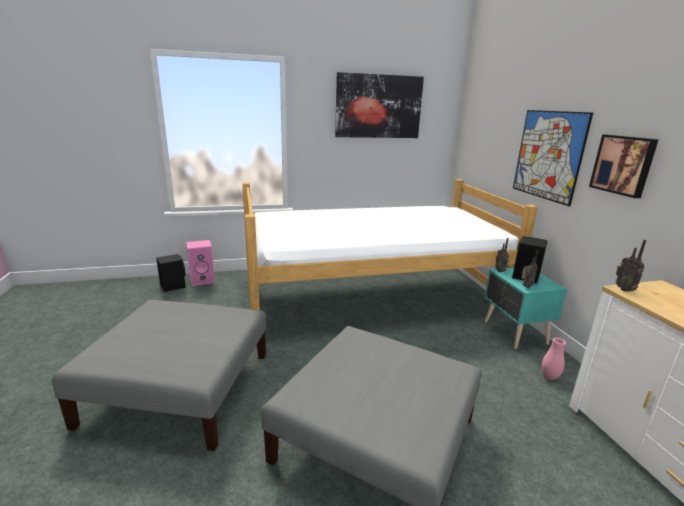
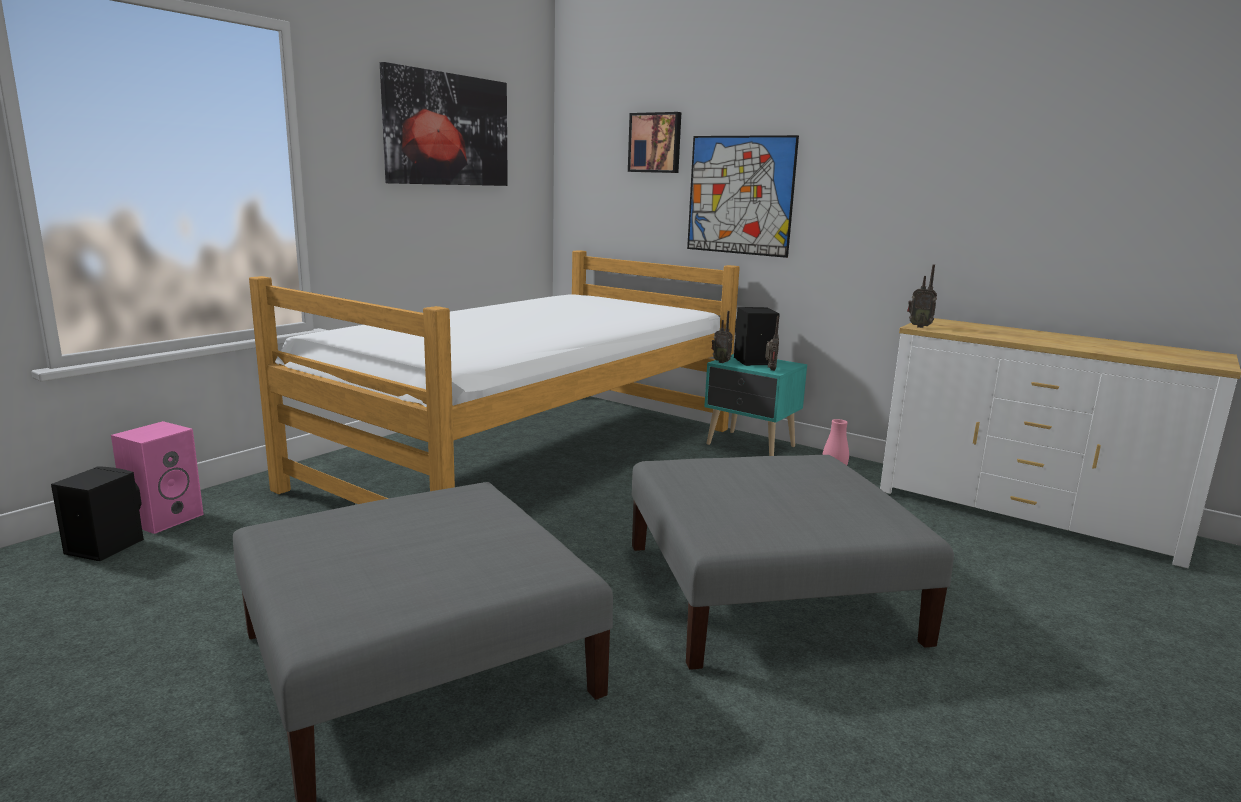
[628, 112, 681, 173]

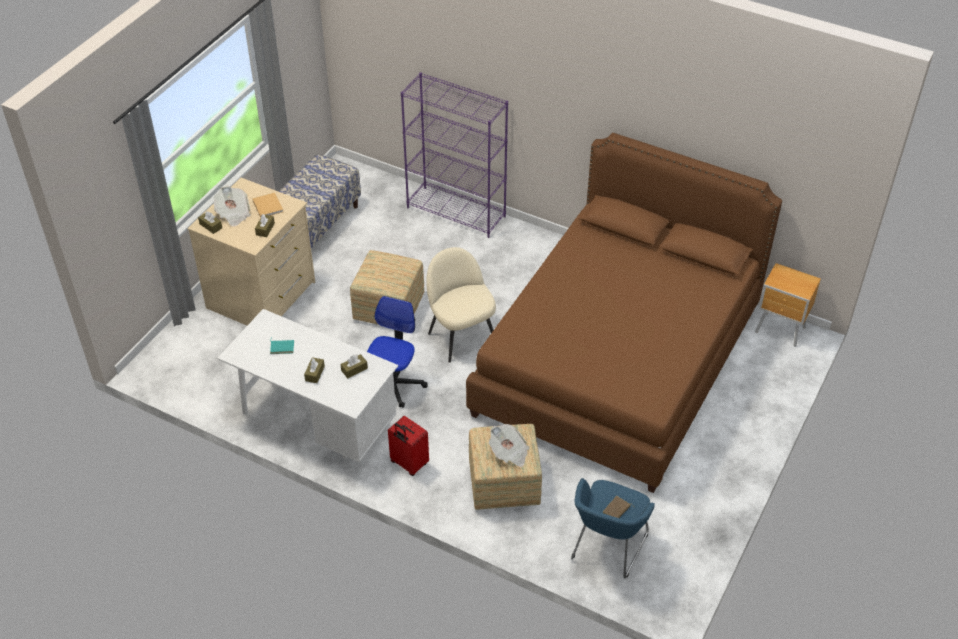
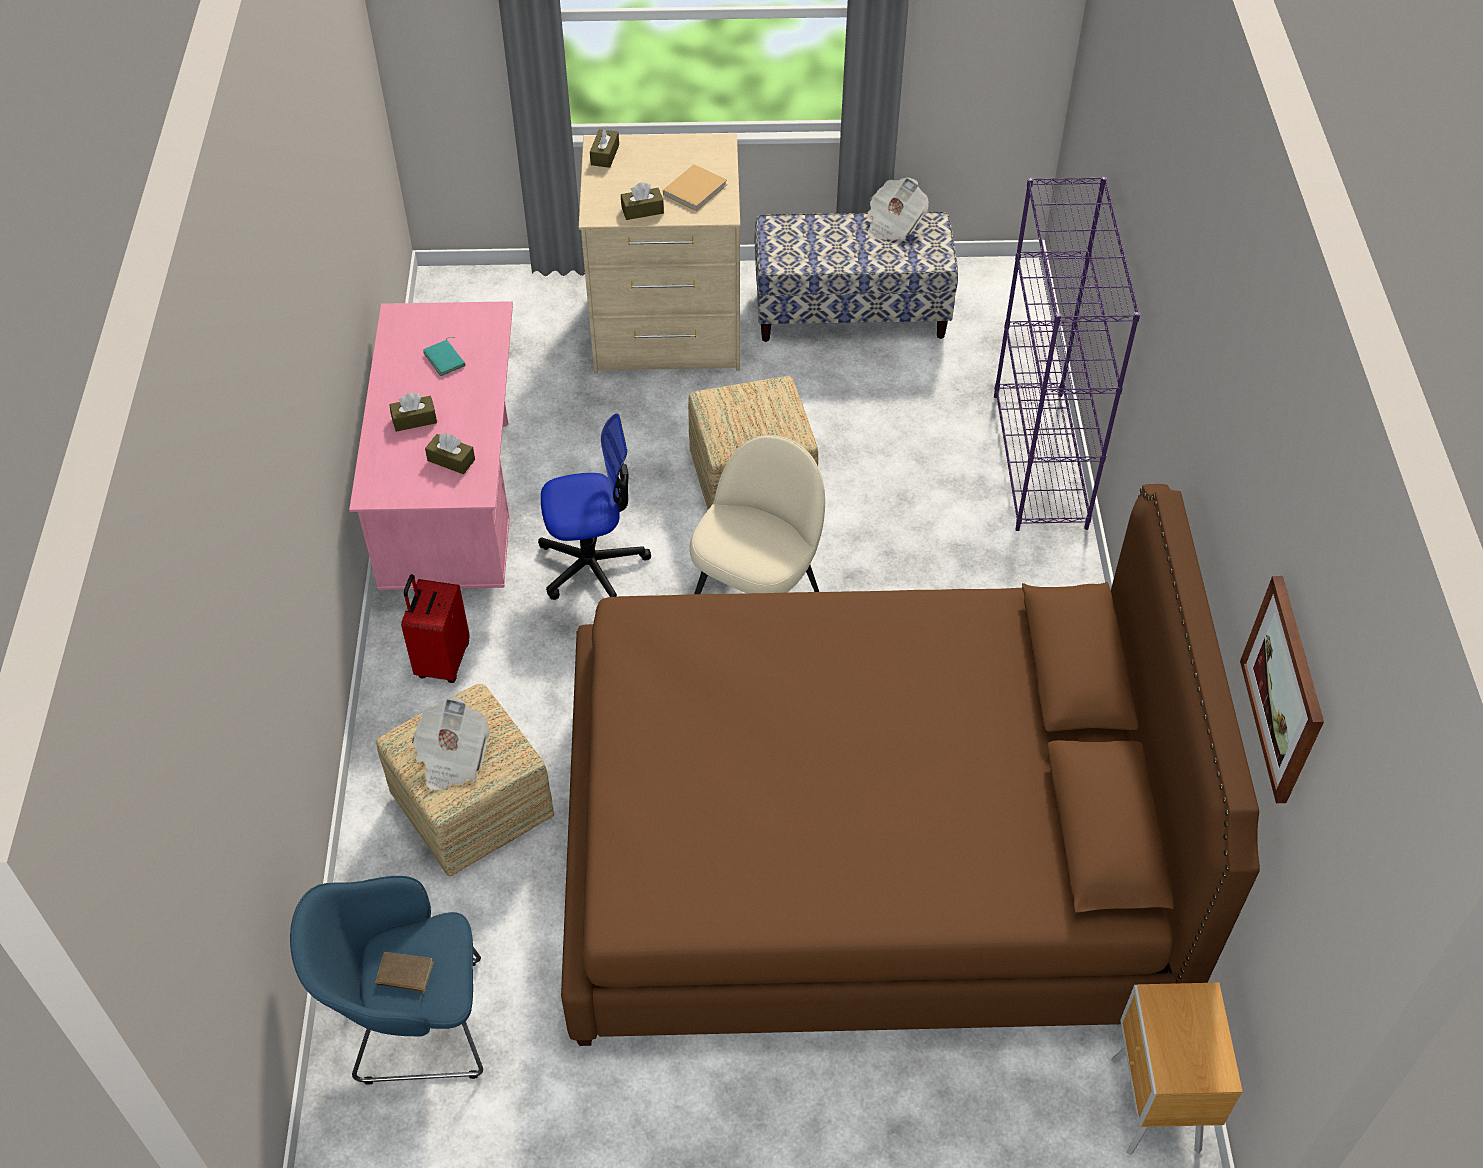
[867, 177, 929, 241]
[349, 301, 513, 590]
[1240, 576, 1324, 803]

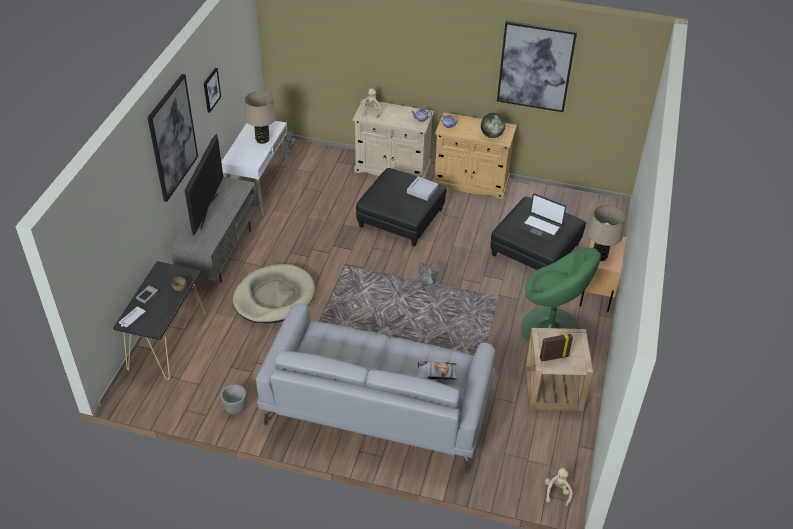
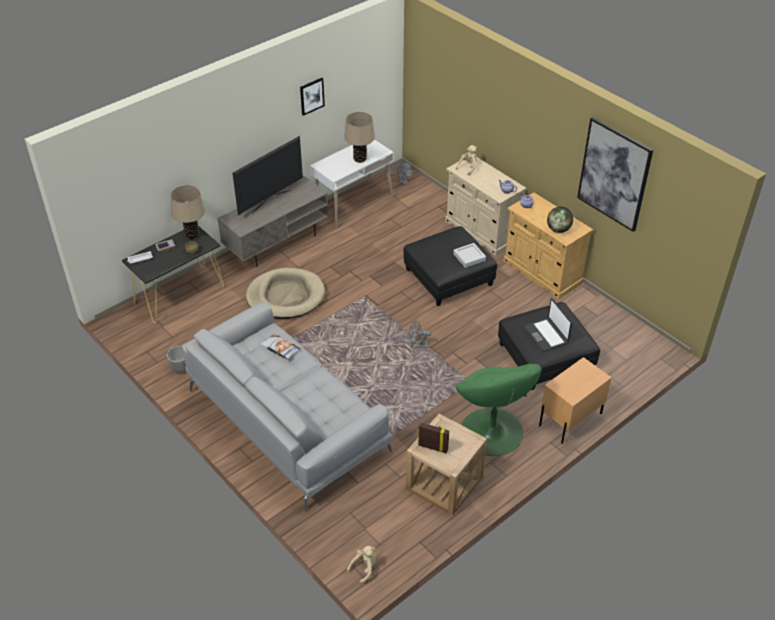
[147, 74, 198, 202] (first image)
[260, 334, 301, 360]
[171, 185, 205, 239]

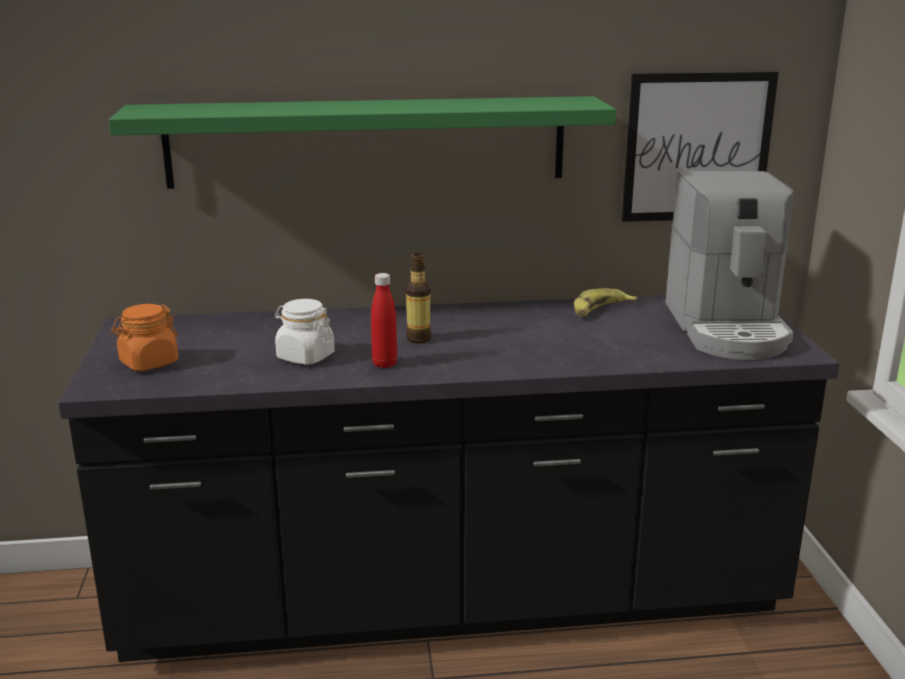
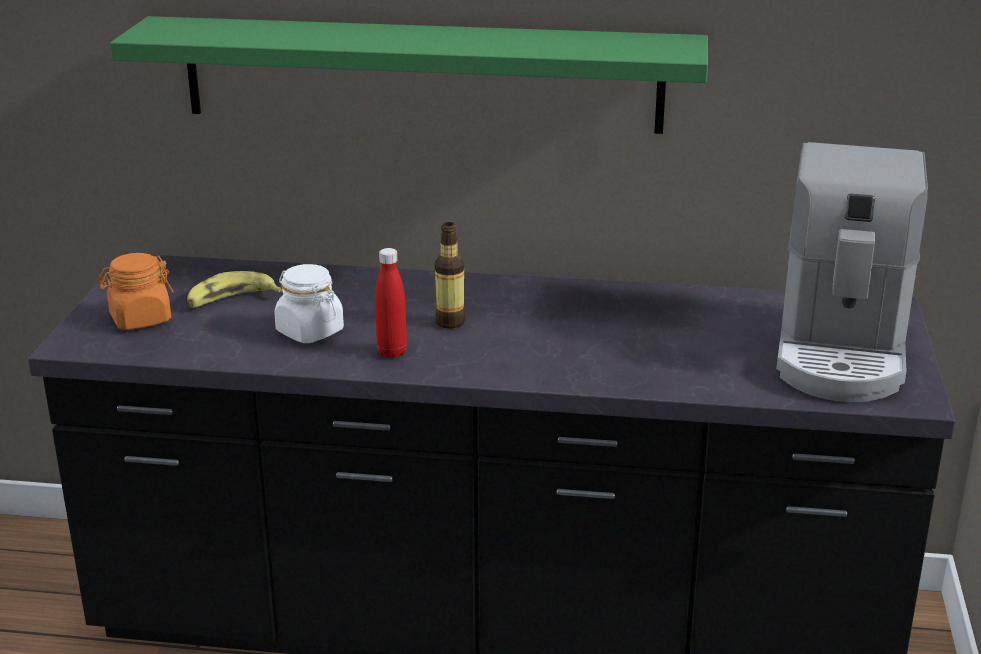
[187, 271, 282, 308]
[622, 71, 779, 222] (first image)

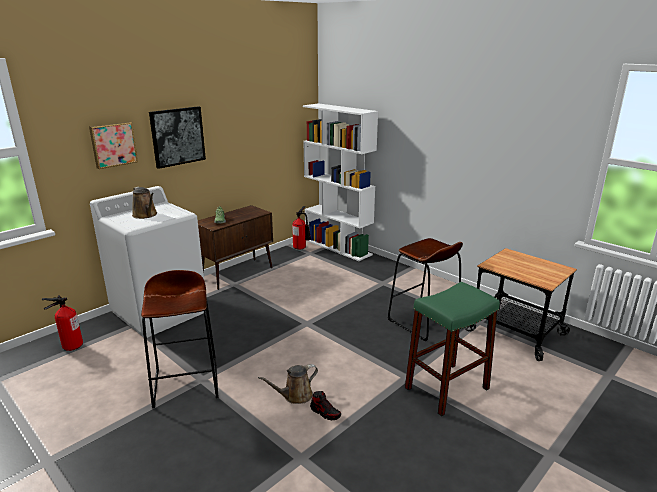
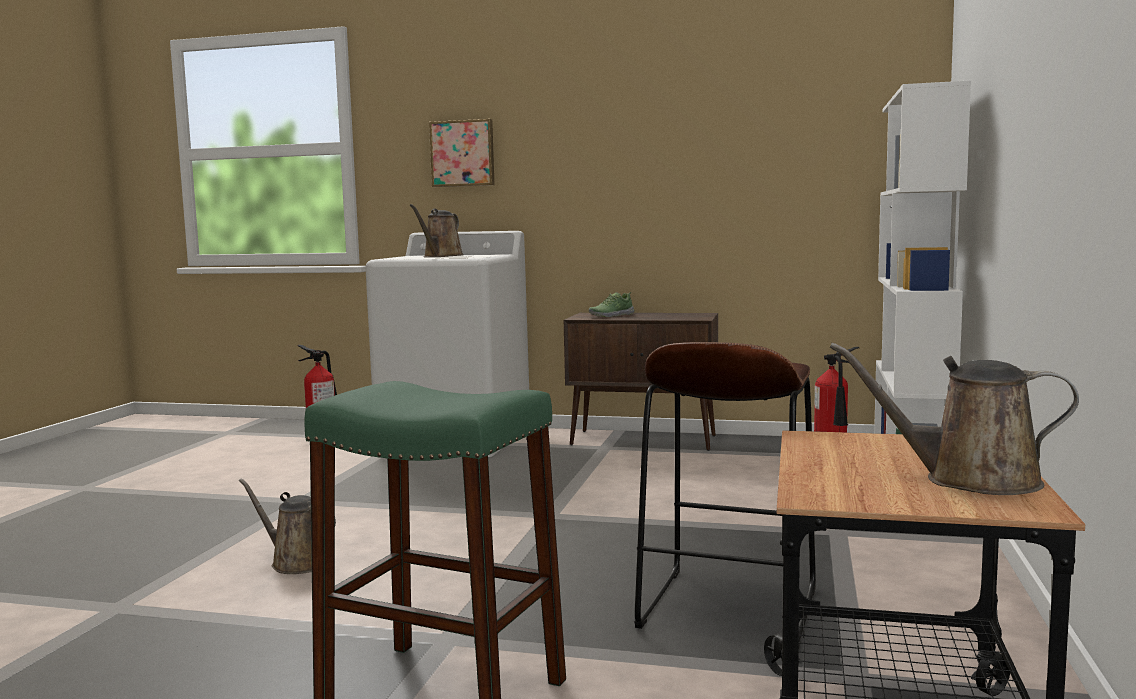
[141, 270, 219, 408] (first image)
[149, 106, 206, 169] (first image)
[310, 391, 341, 420] (first image)
[830, 343, 1079, 495]

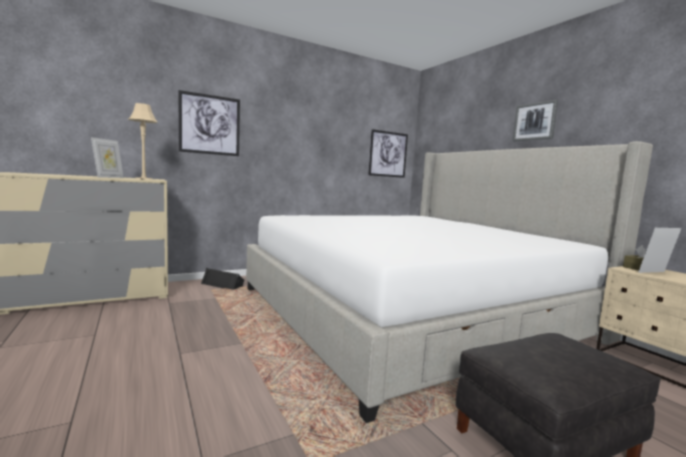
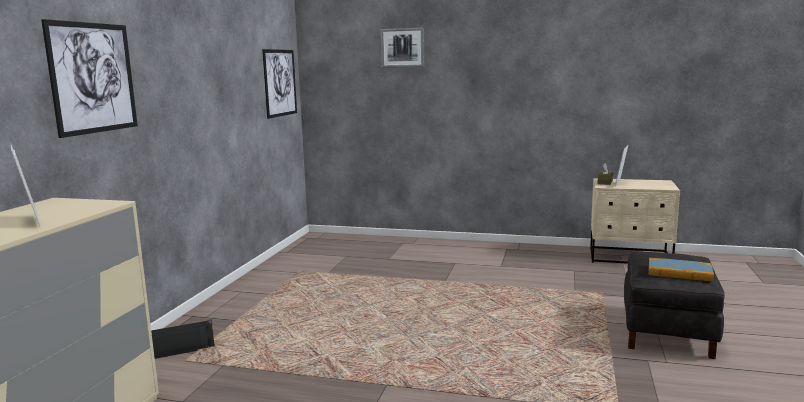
[128, 103, 158, 180] (first image)
[246, 141, 653, 423] (first image)
[381, 27, 424, 68]
[649, 258, 714, 282]

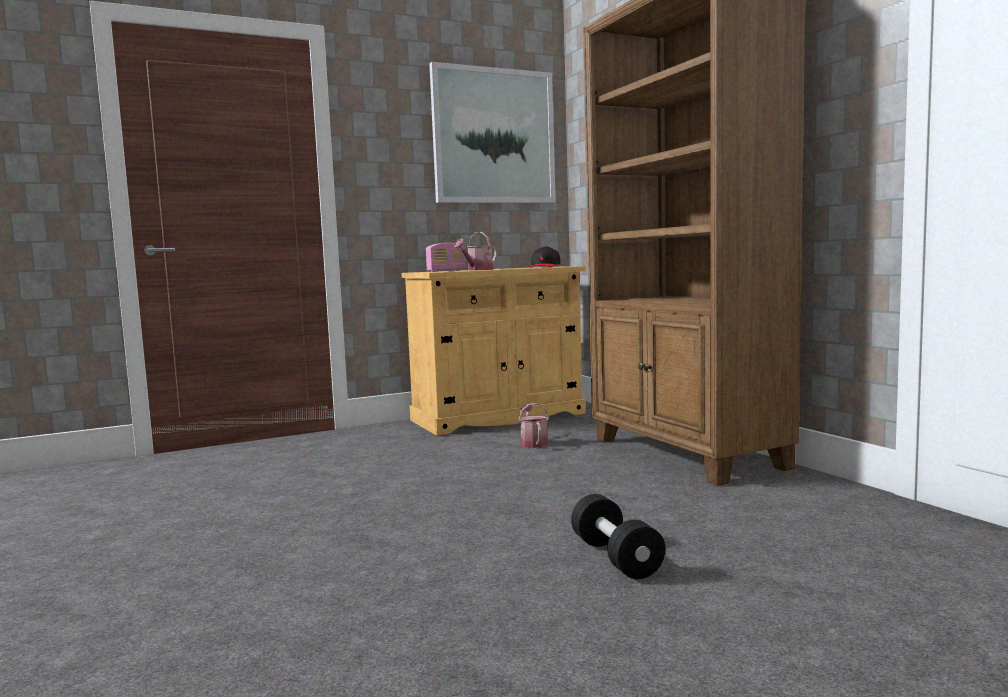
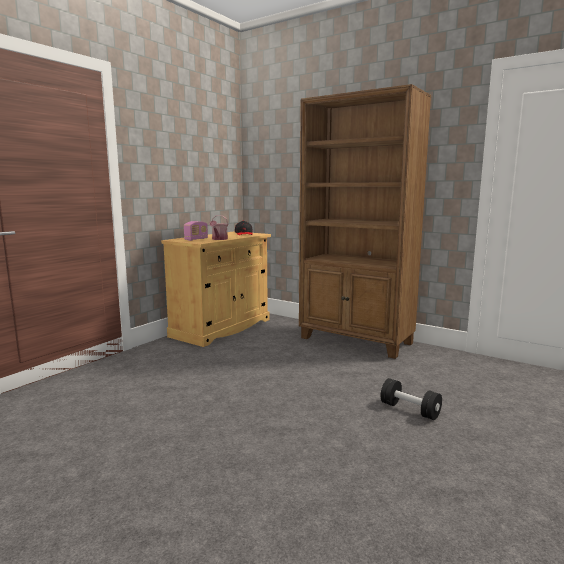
[429, 62, 556, 203] (first image)
[518, 403, 549, 448] (first image)

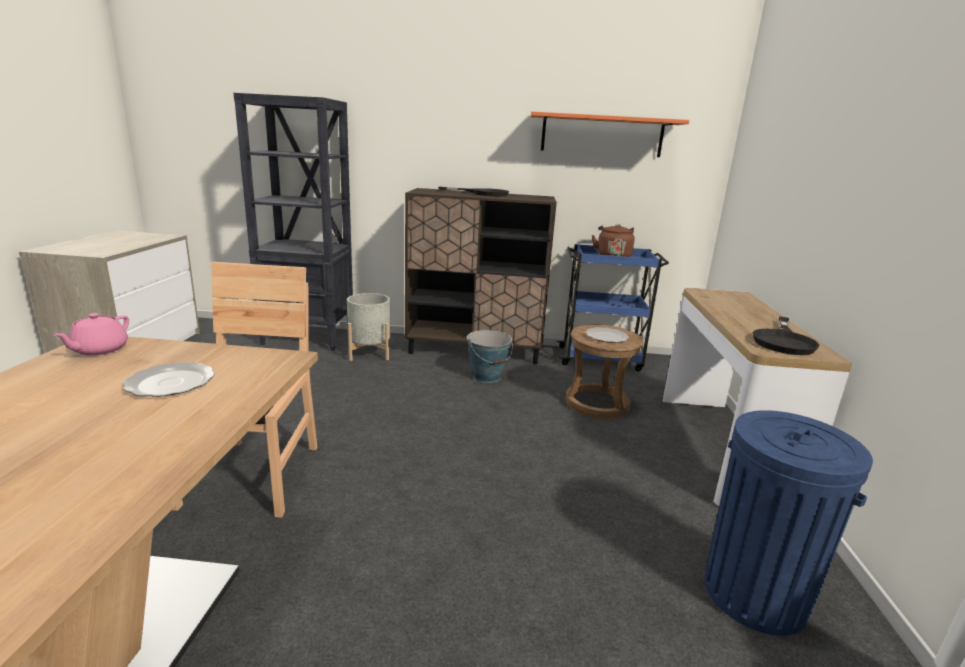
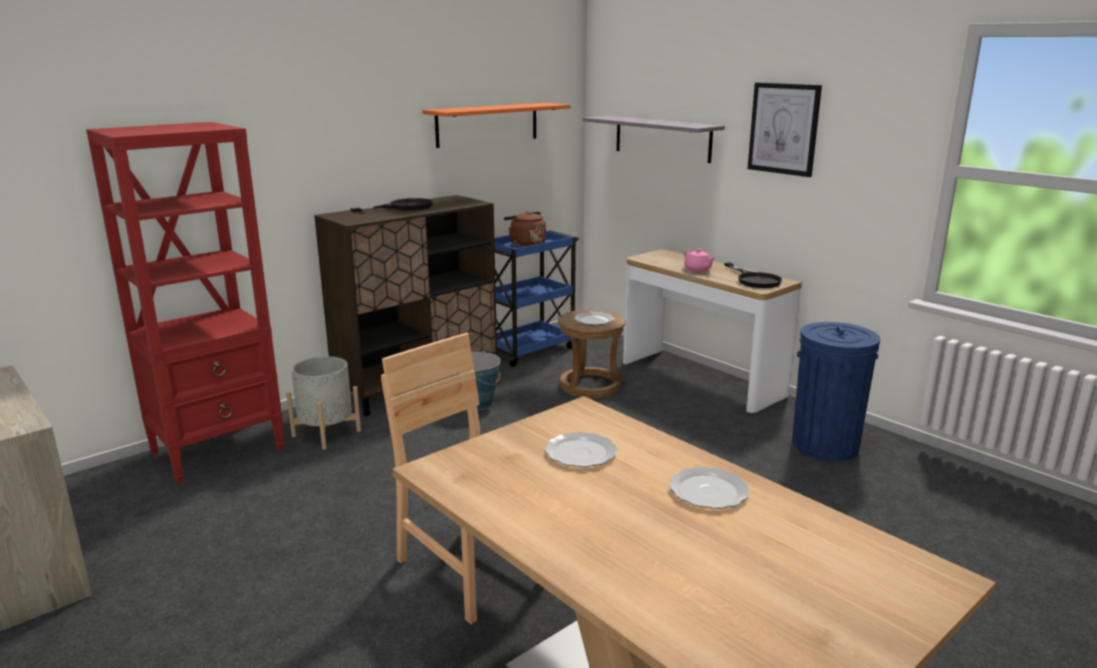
[684, 248, 715, 272]
[86, 122, 284, 484]
[582, 116, 725, 163]
[669, 467, 749, 509]
[748, 82, 822, 177]

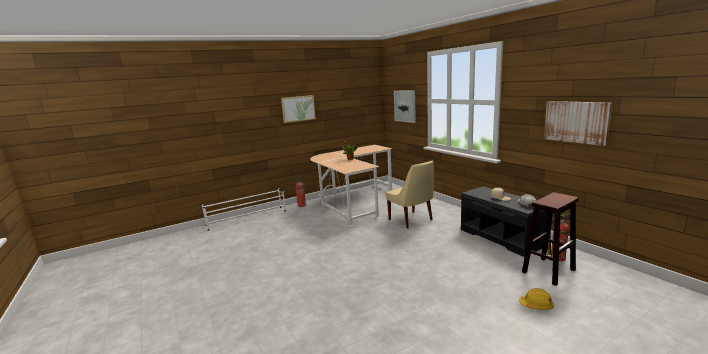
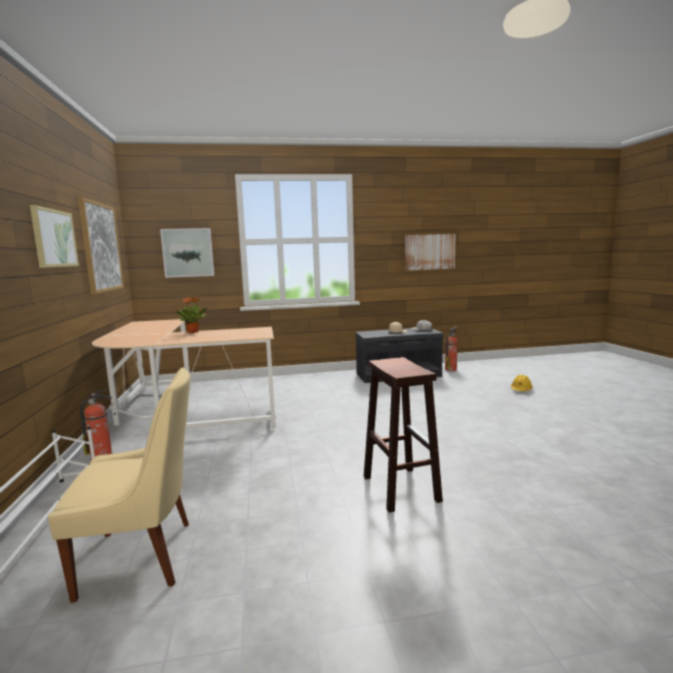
[48, 367, 190, 603]
[364, 357, 443, 513]
[78, 197, 124, 294]

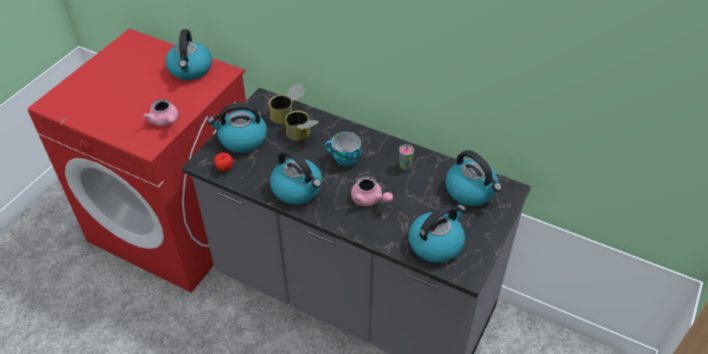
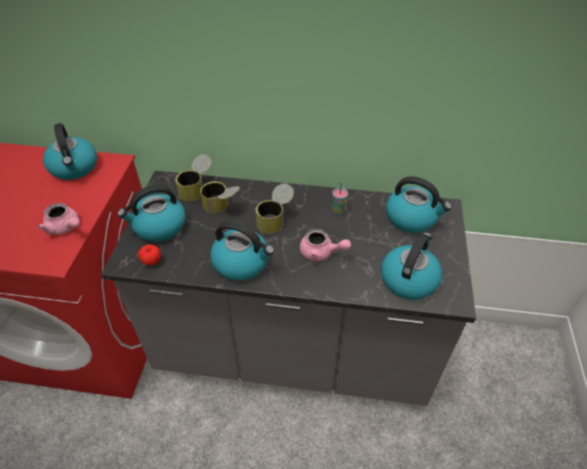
[256, 183, 294, 234]

